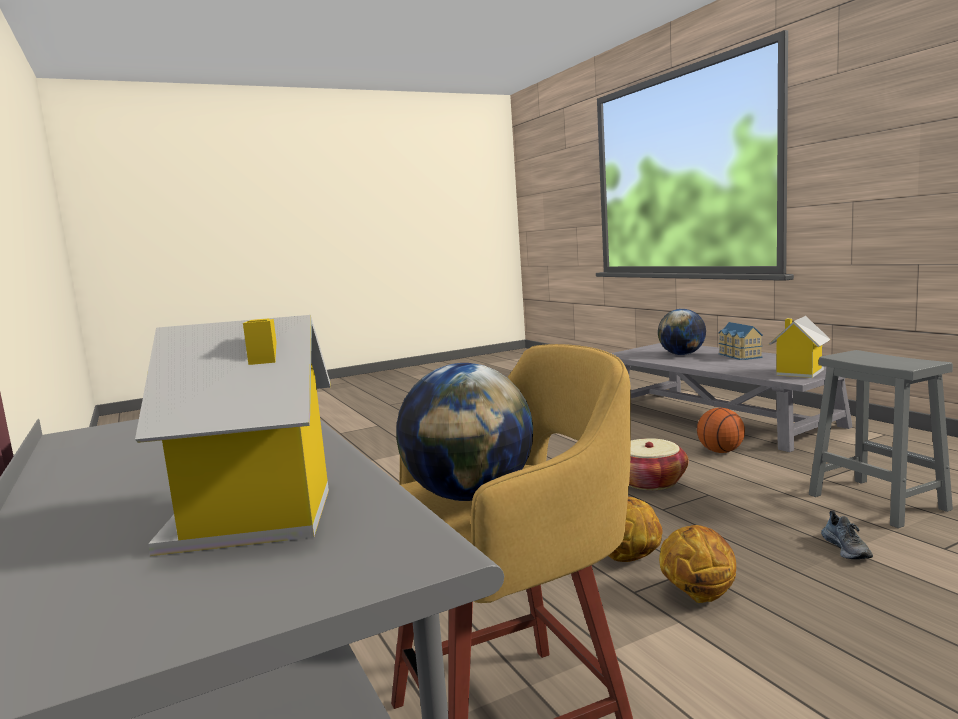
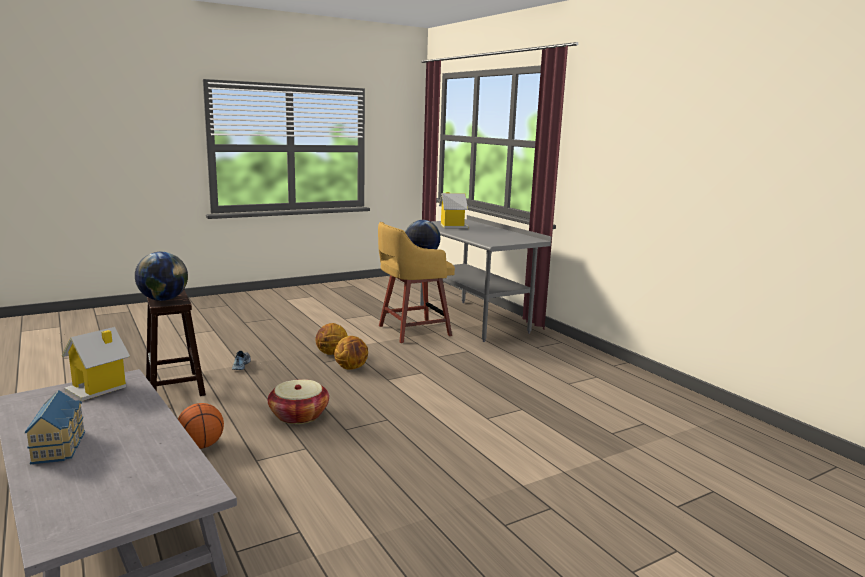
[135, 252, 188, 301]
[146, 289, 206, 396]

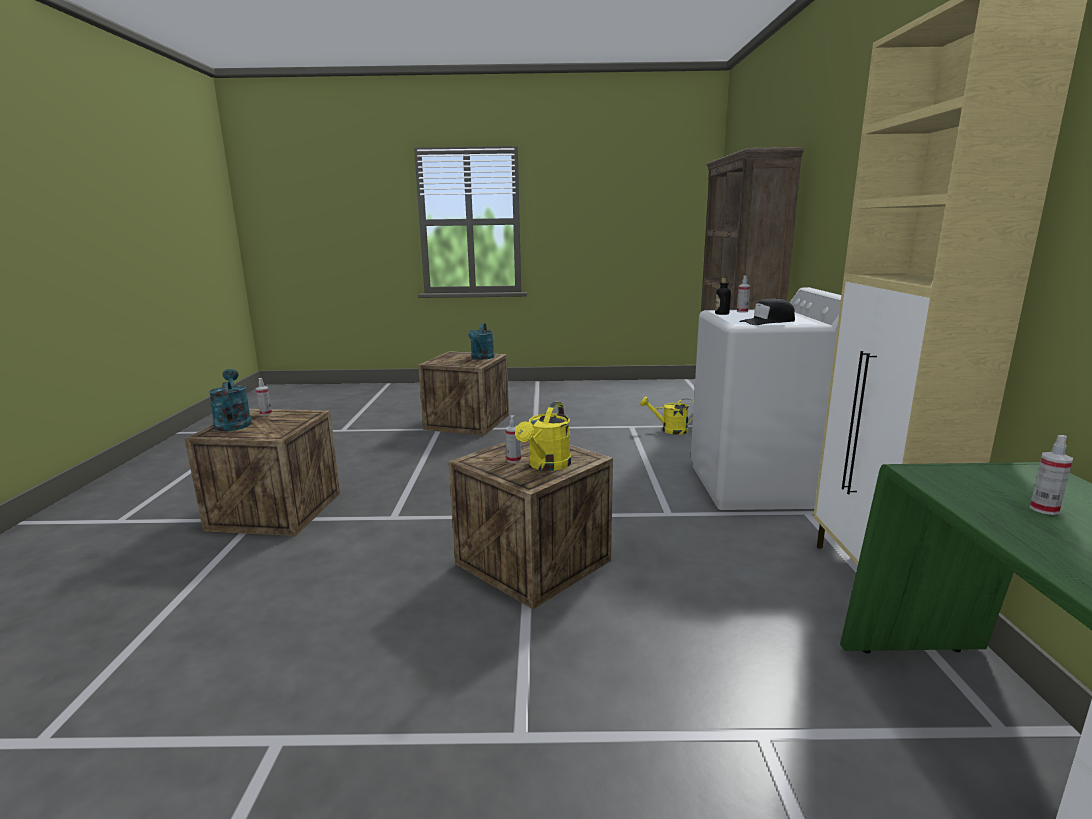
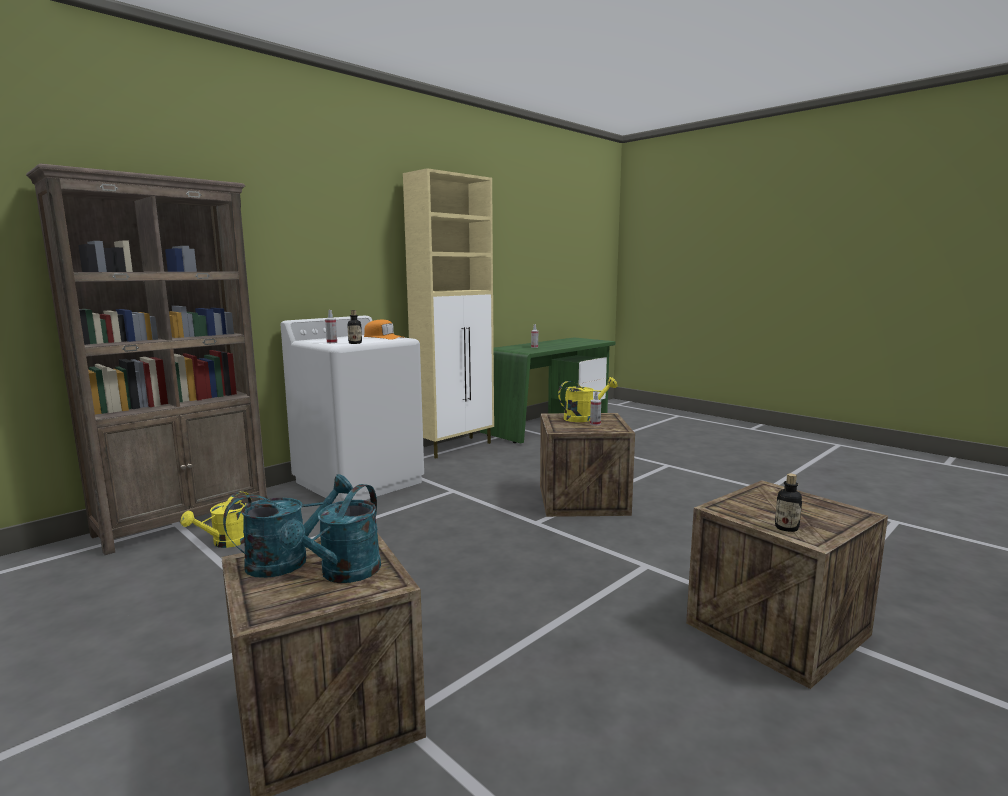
[279, 484, 381, 583]
[775, 474, 802, 532]
[181, 491, 252, 548]
[364, 320, 405, 340]

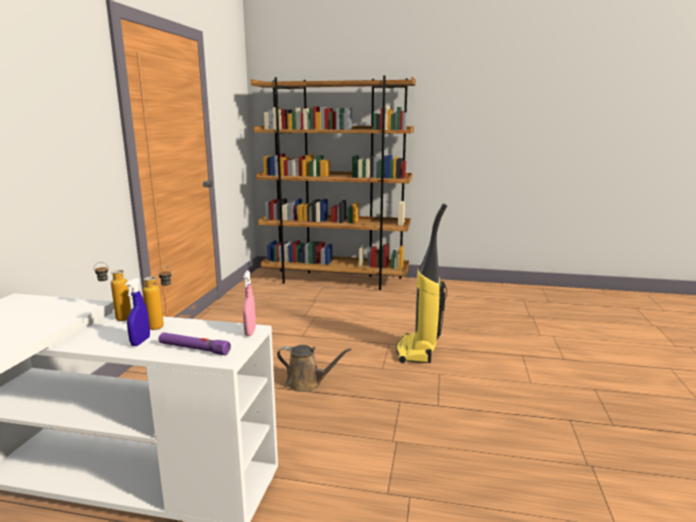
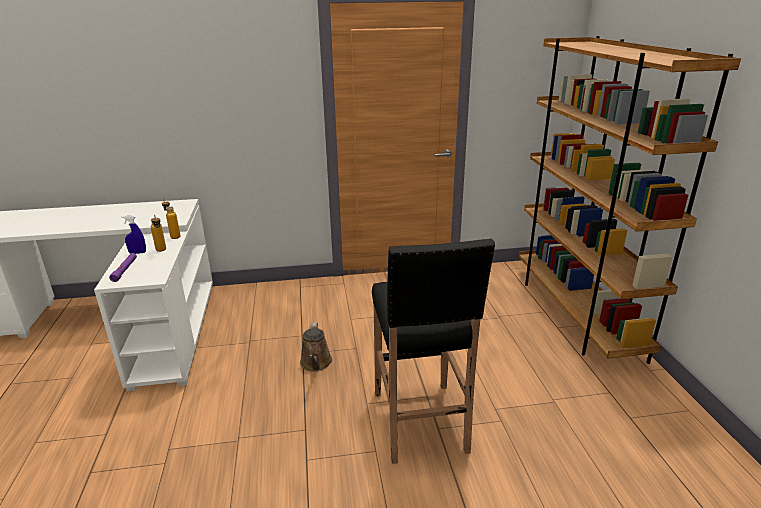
[243, 271, 256, 336] (first image)
[372, 239, 495, 464]

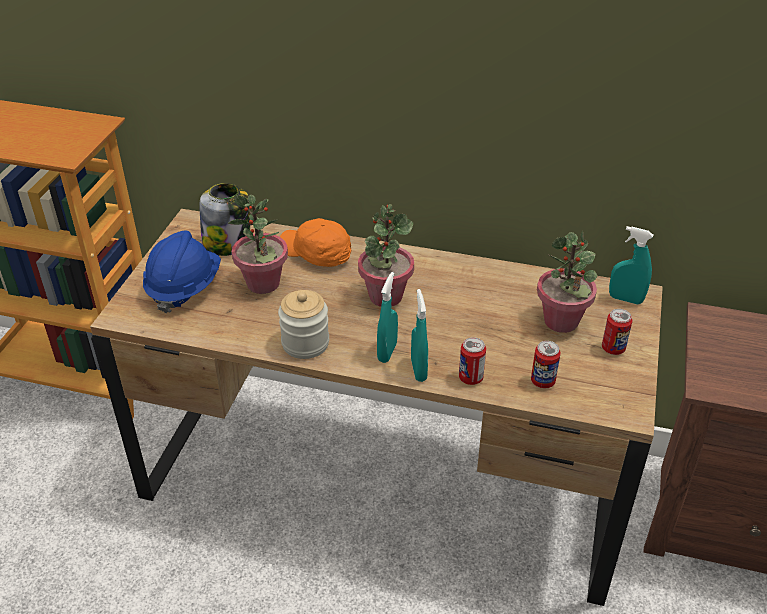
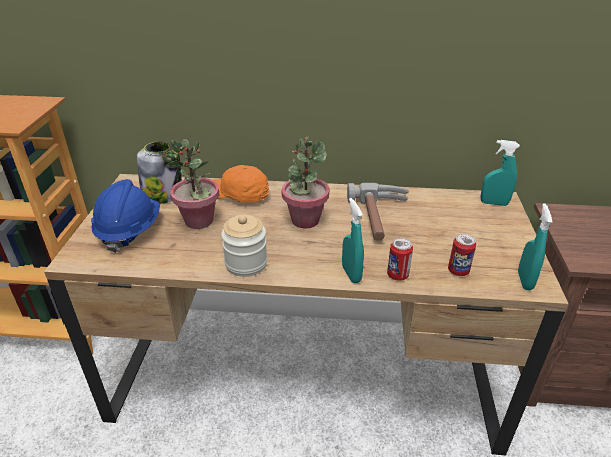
[518, 203, 552, 290]
[537, 231, 597, 333] (first image)
[602, 309, 632, 355] (first image)
[347, 183, 409, 241]

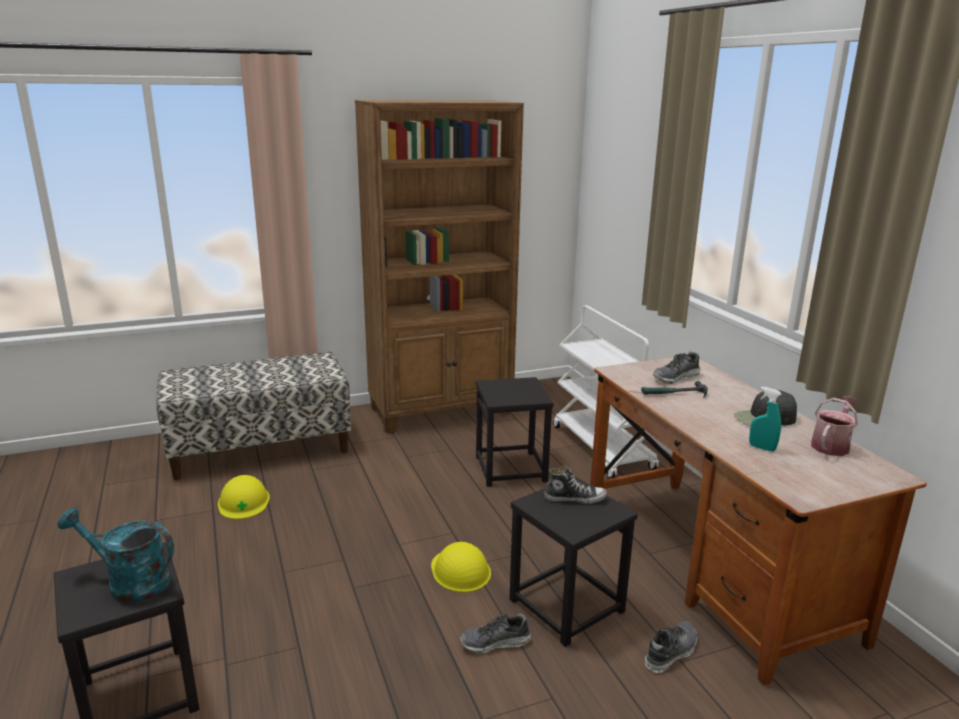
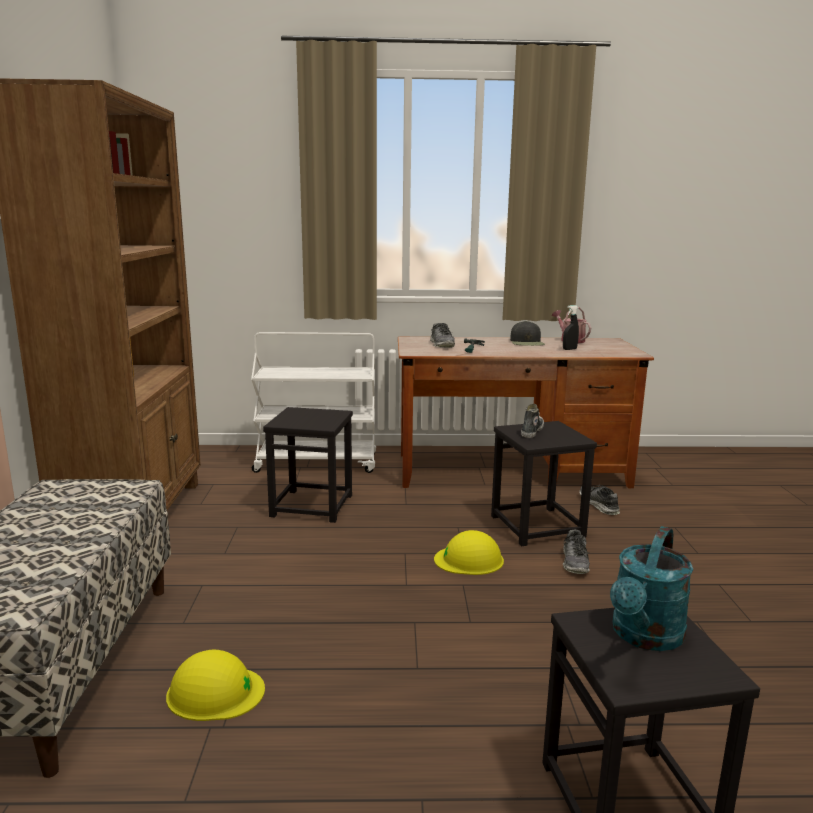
[563, 305, 579, 350]

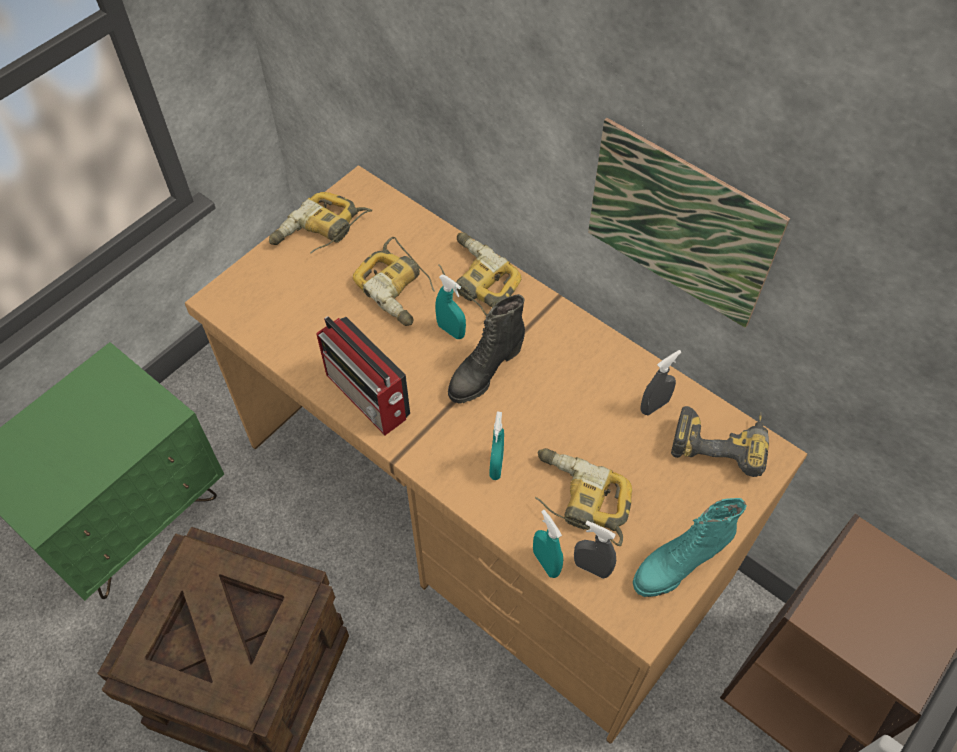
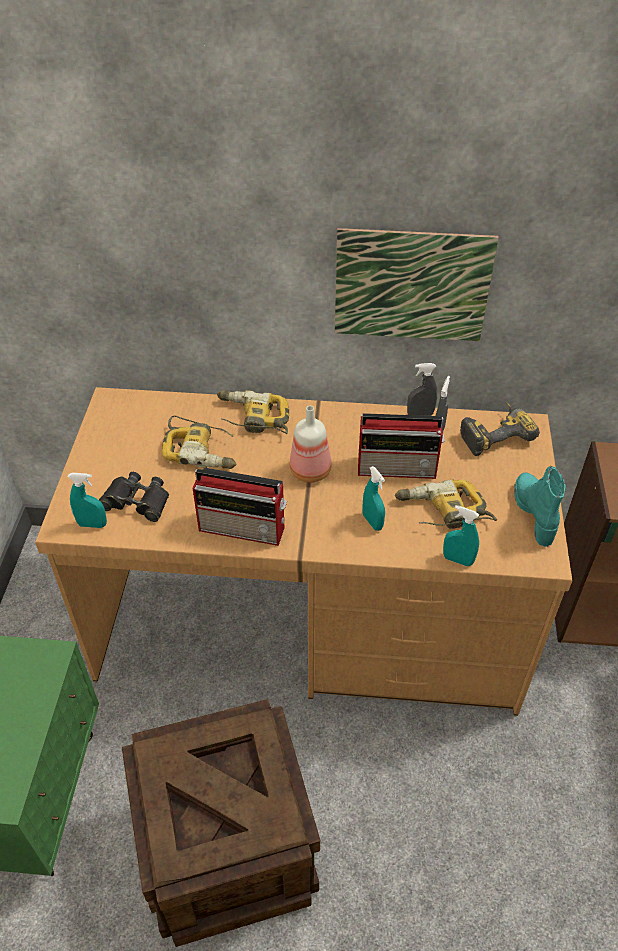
[269, 192, 372, 253] (first image)
[68, 473, 107, 528]
[290, 406, 332, 483]
[407, 363, 437, 416]
[515, 466, 565, 547]
[99, 472, 169, 522]
[358, 413, 445, 479]

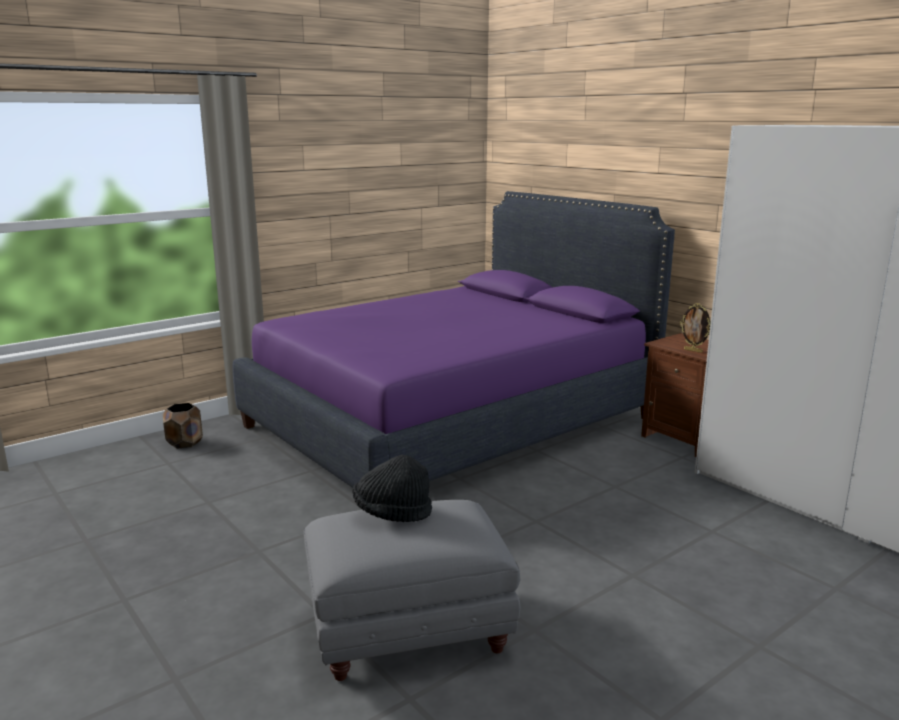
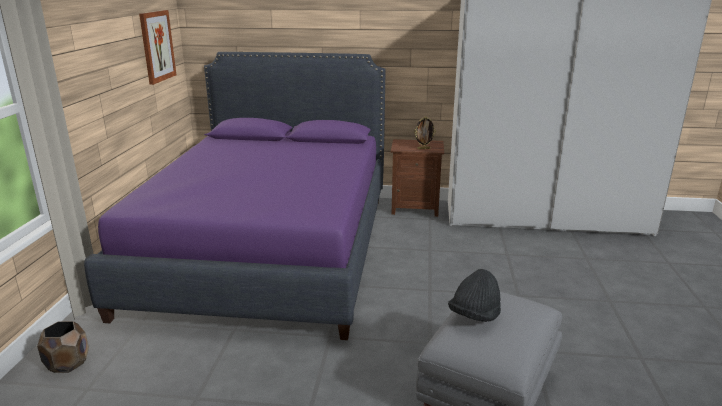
[139, 10, 176, 85]

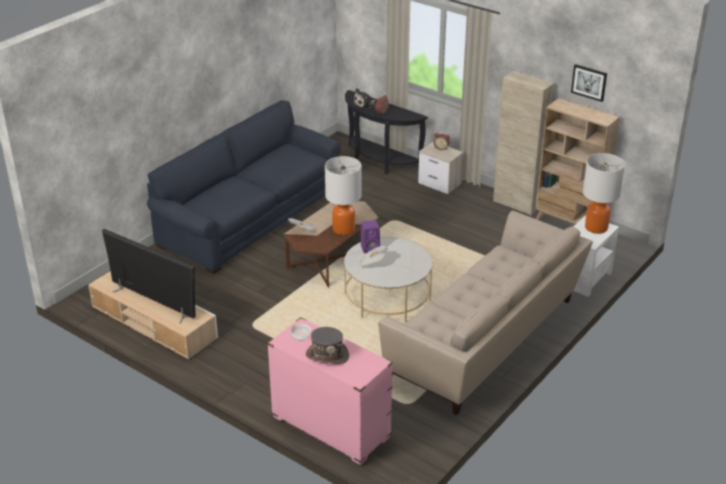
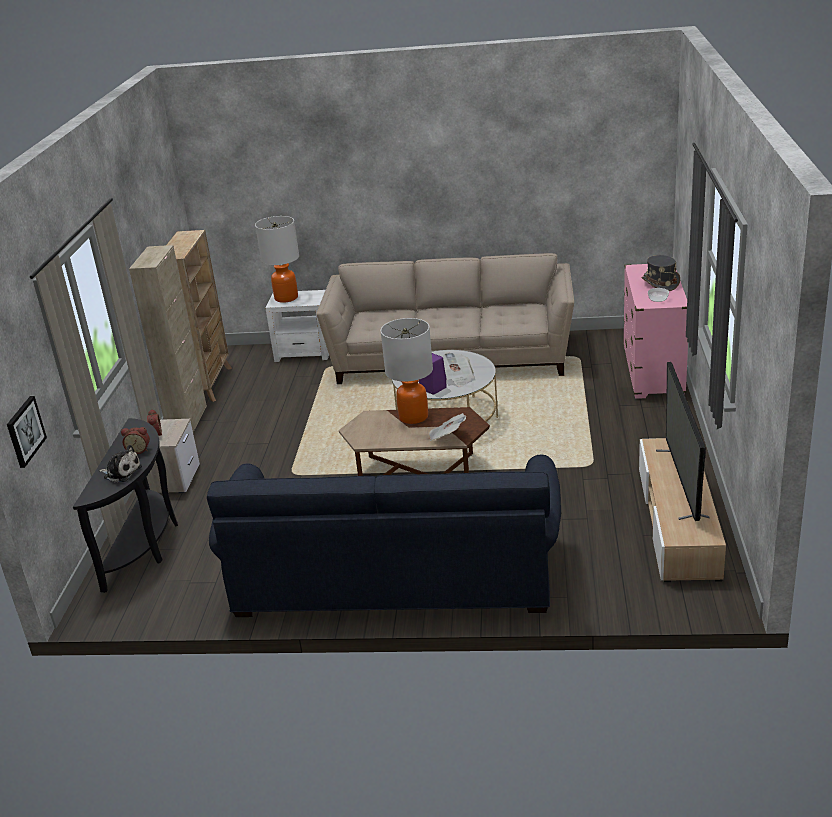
[7, 396, 47, 468]

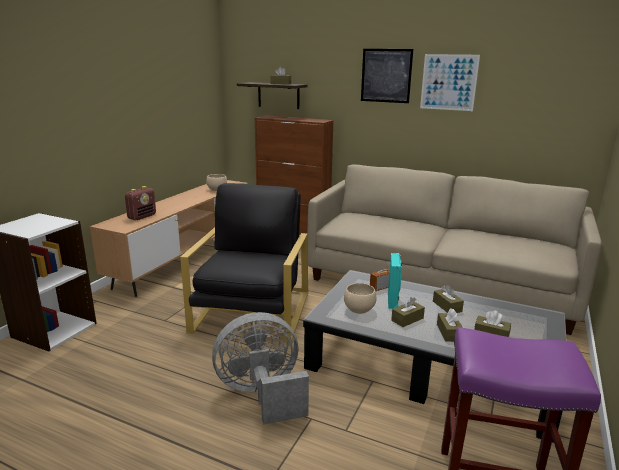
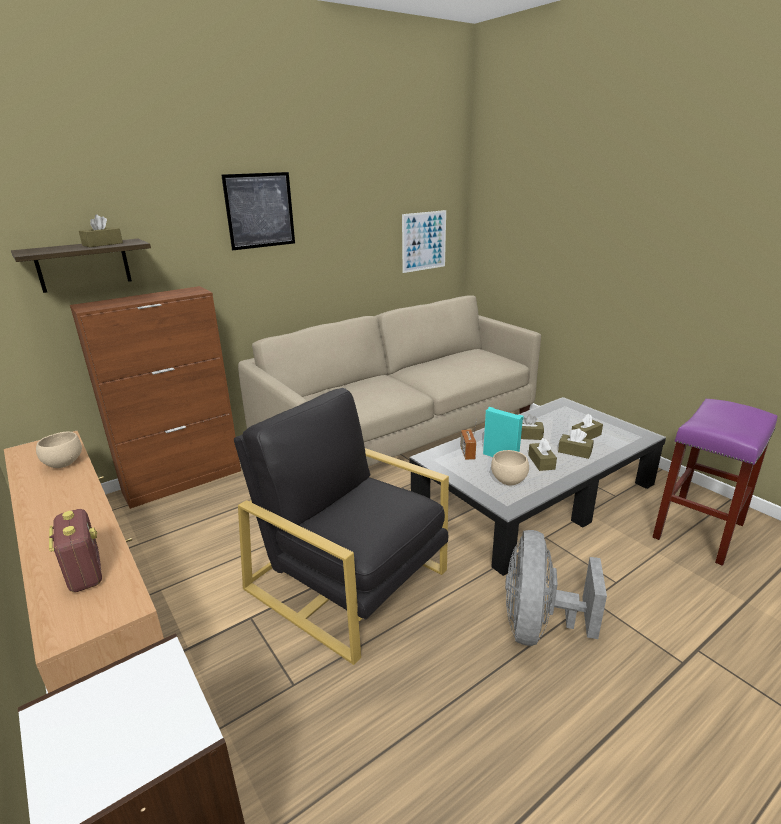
[402, 210, 446, 273]

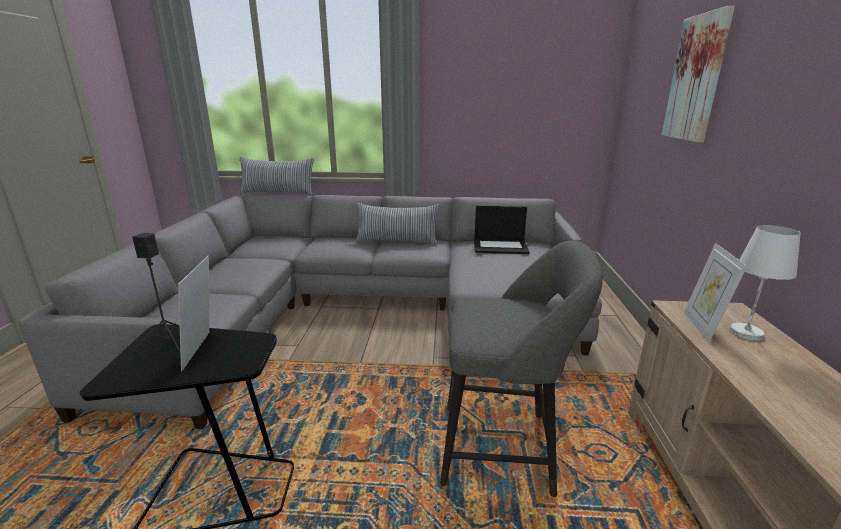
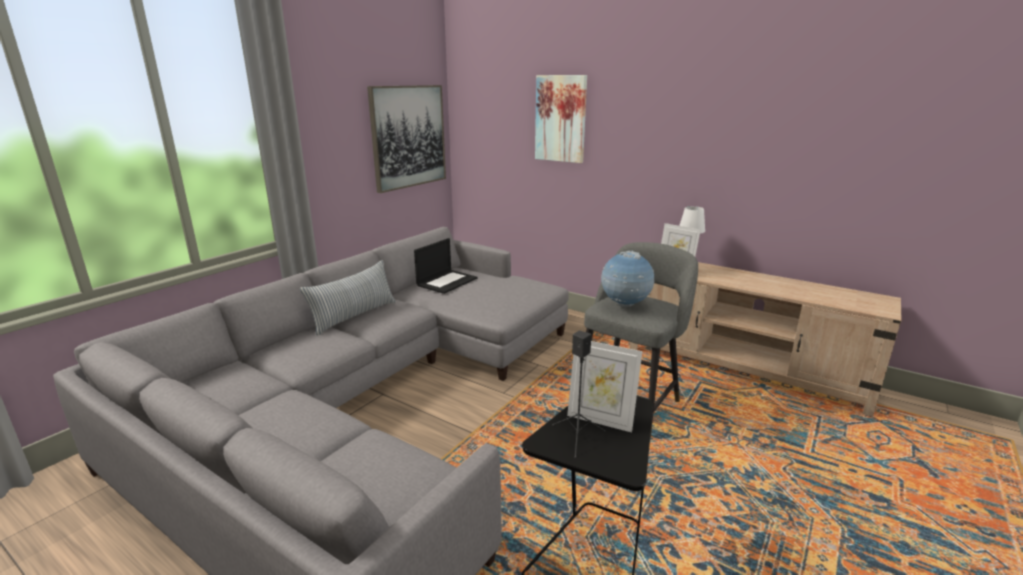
[239, 157, 314, 195] (first image)
[367, 85, 446, 193]
[601, 251, 654, 307]

